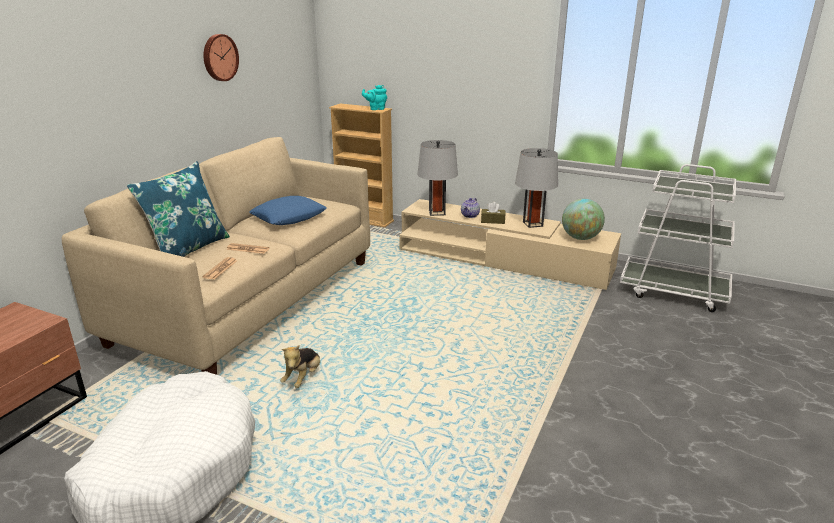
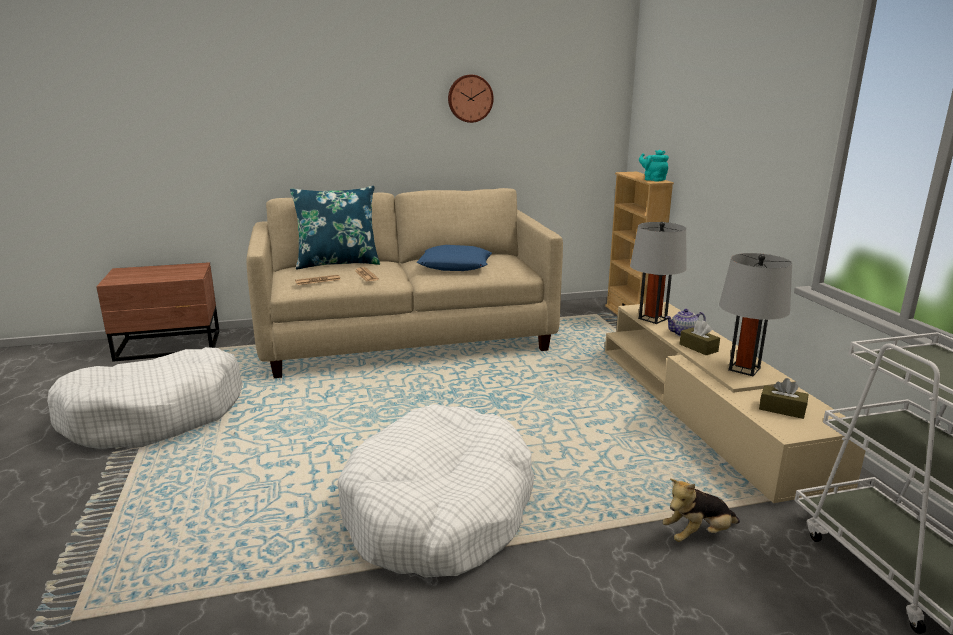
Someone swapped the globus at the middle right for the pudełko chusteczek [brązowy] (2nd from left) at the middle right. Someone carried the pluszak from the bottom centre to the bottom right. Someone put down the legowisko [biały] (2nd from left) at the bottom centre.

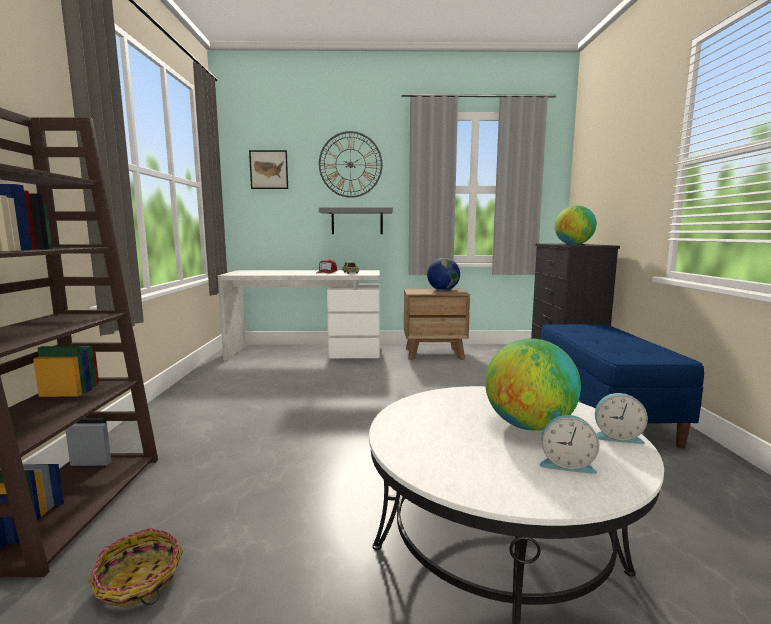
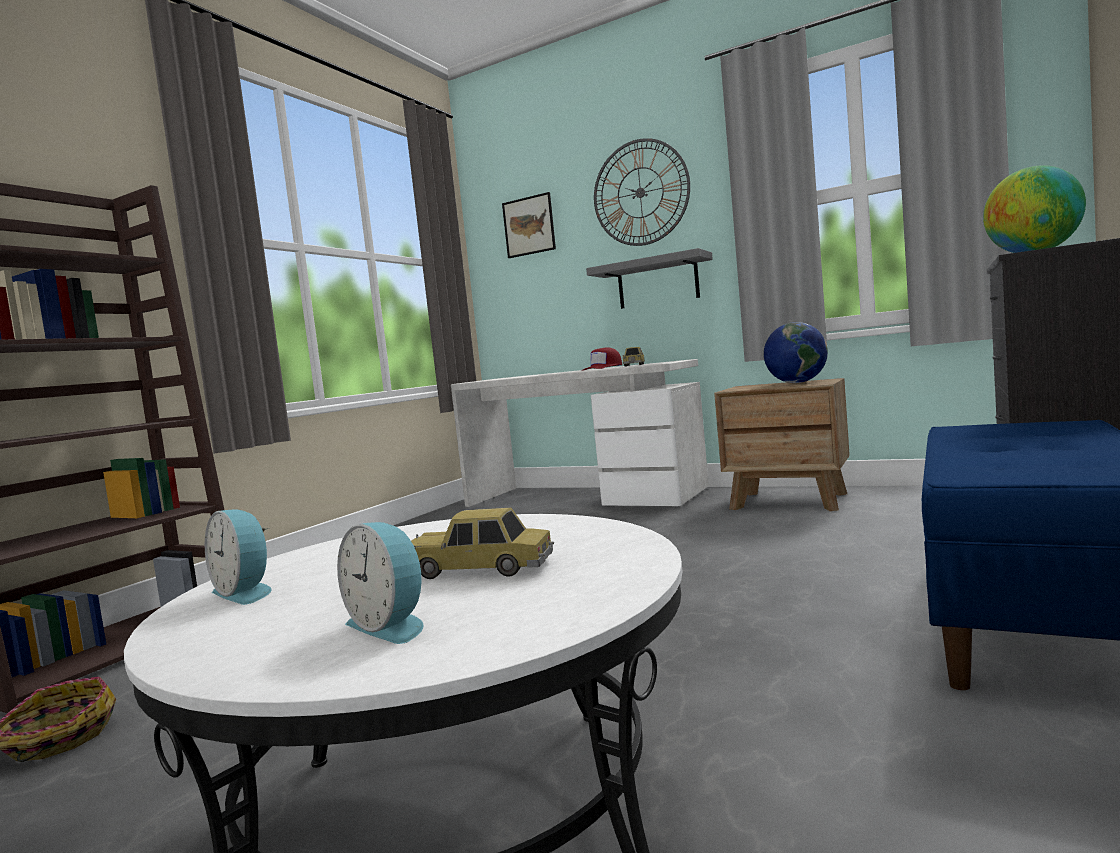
Someone swapped the globus (2nd from left) at the middle right for the samochodzik (1st from left) at the centre. Someone carried the budzik (2nd from left in the first image) from the bottom right to the middle left.

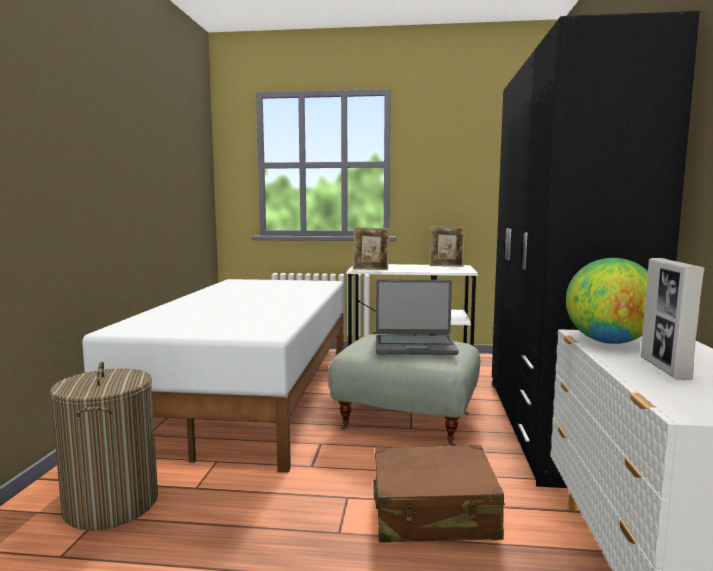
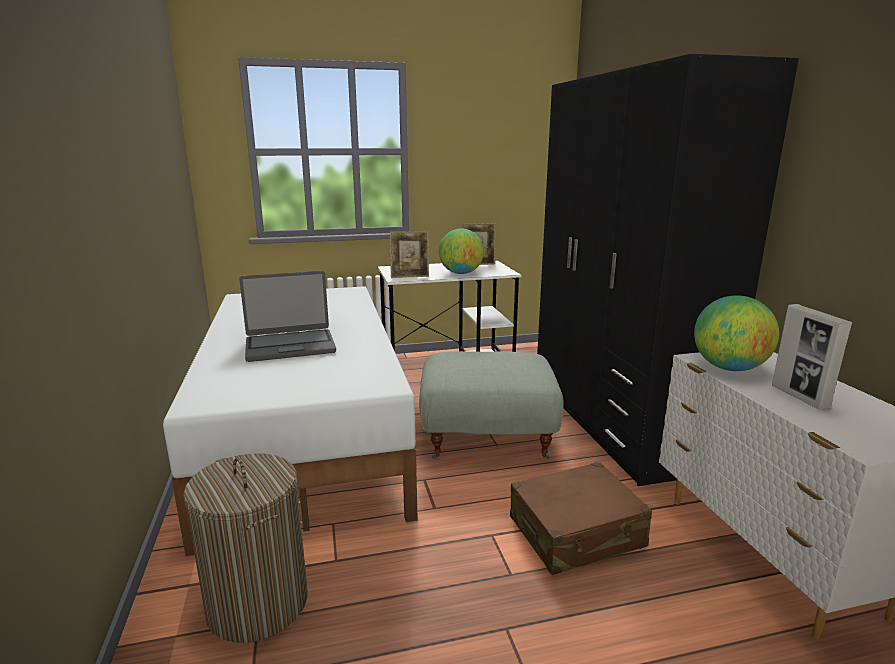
Someone carried the laptop from the centre to the middle left. Someone put down the globus (1st from left) at the centre.

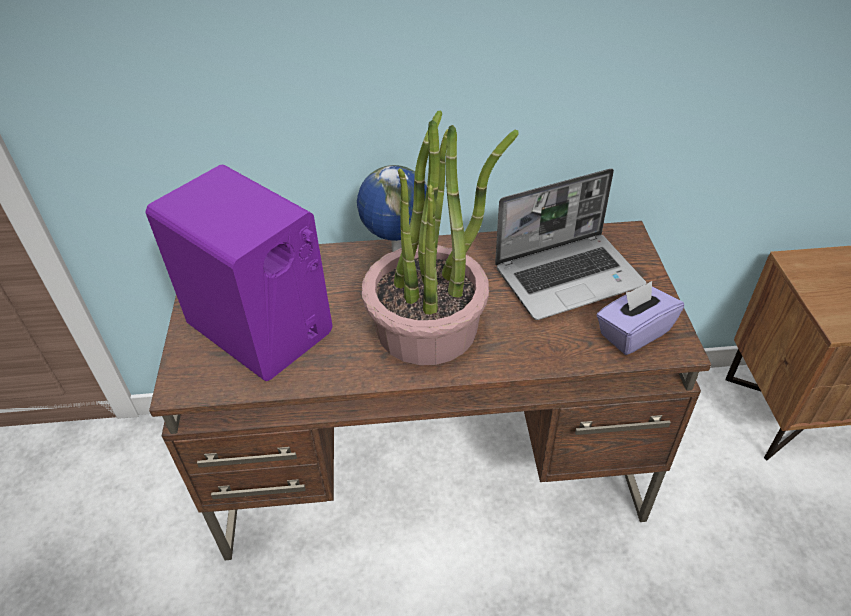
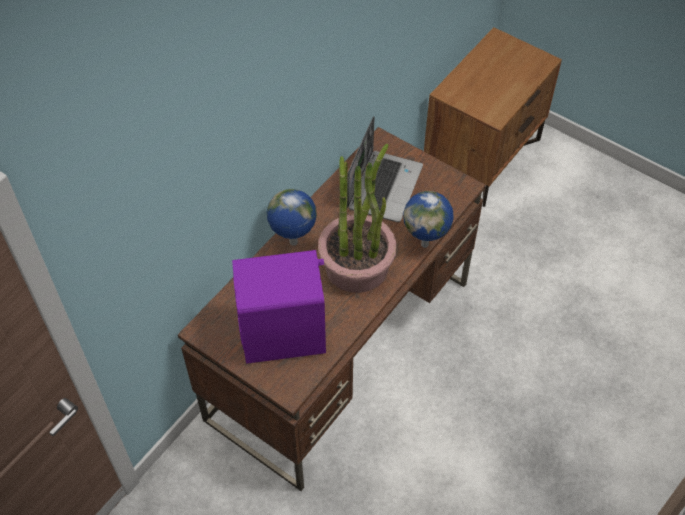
Someone took away the pudełko chusteczek [fioletowy] at the middle right. Someone put down the globus (2nd from left) at the centre.

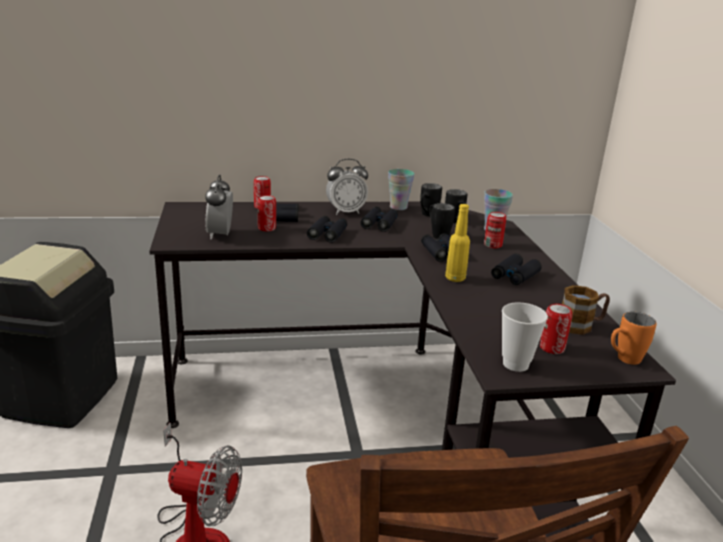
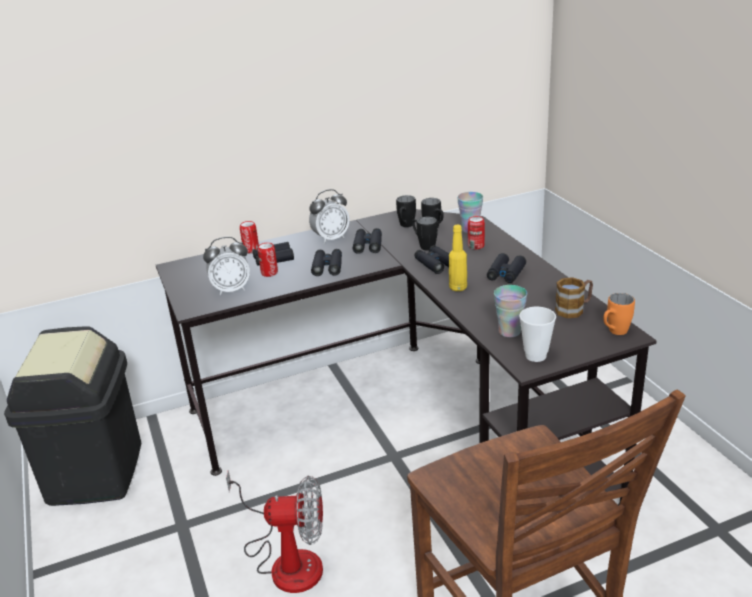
Someone carried the filiżanka (1st from left in the first image) from the centre to the middle right. Someone rotated the budzik (1st from left) at the middle left by 90 degrees counterclockwise. Someone took away the puszka (4th from left) at the middle right.

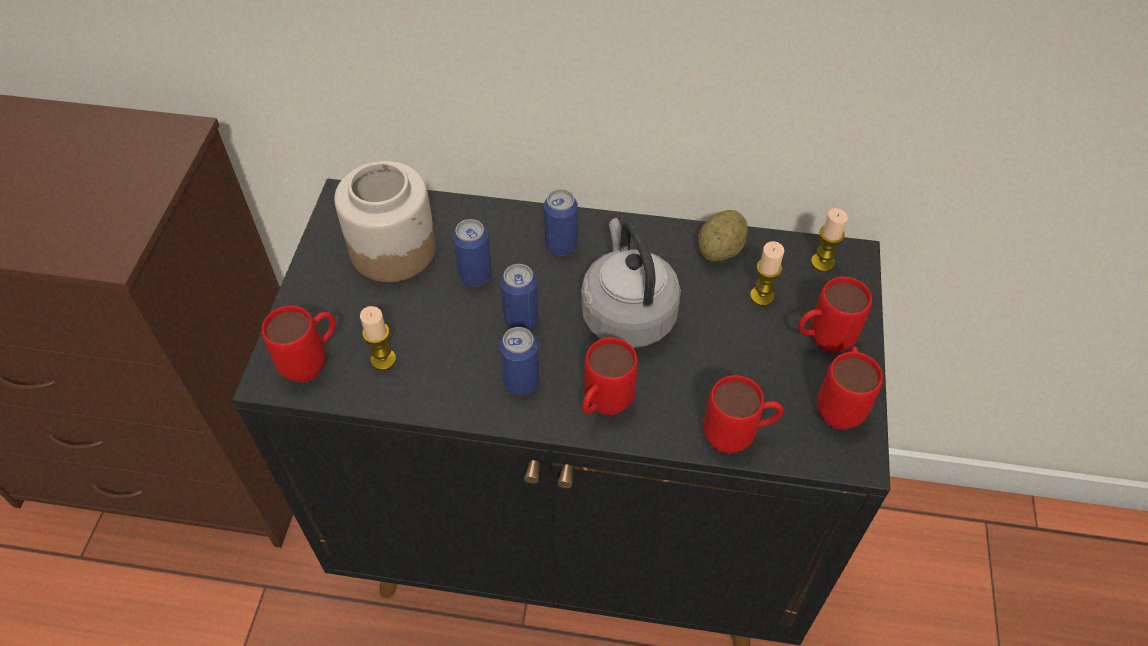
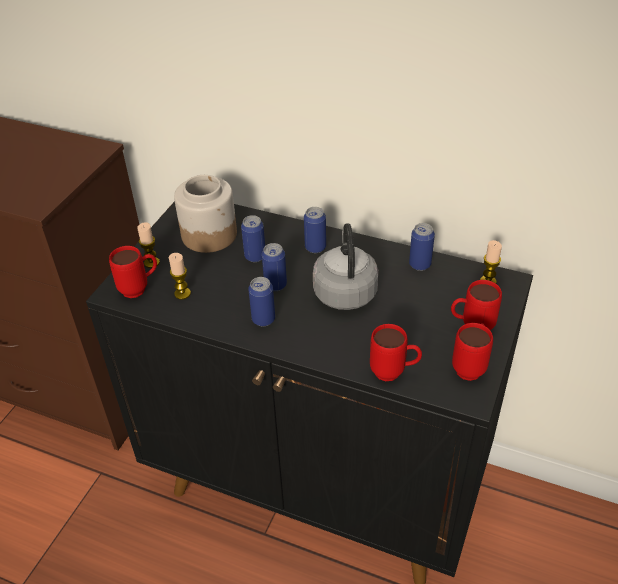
Someone swapped the ziemniak at the centre for the puszka (5th from left) at the middle right. Someone carried the świeca (2nd from left in the first image) from the middle right to the middle left. Someone took away the kubek [czerwony] (2nd from left) at the centre.

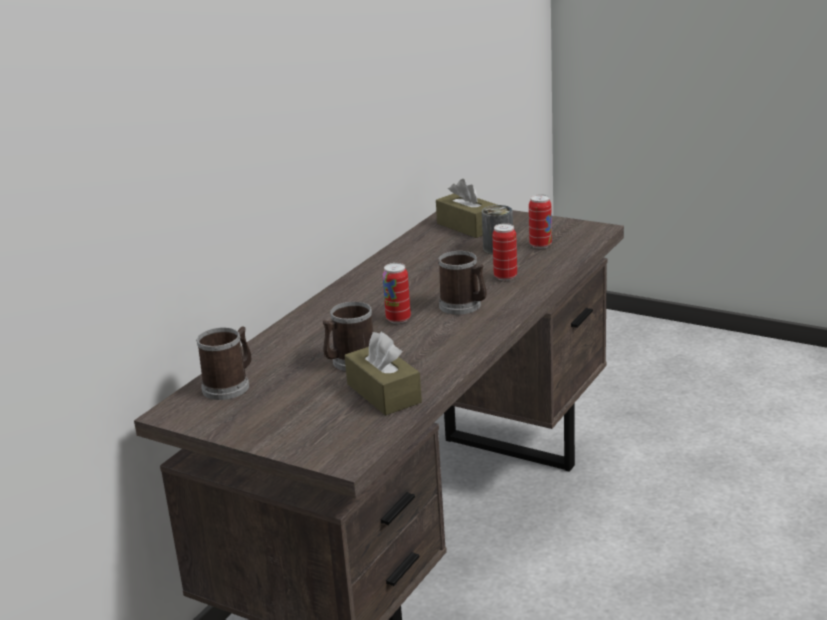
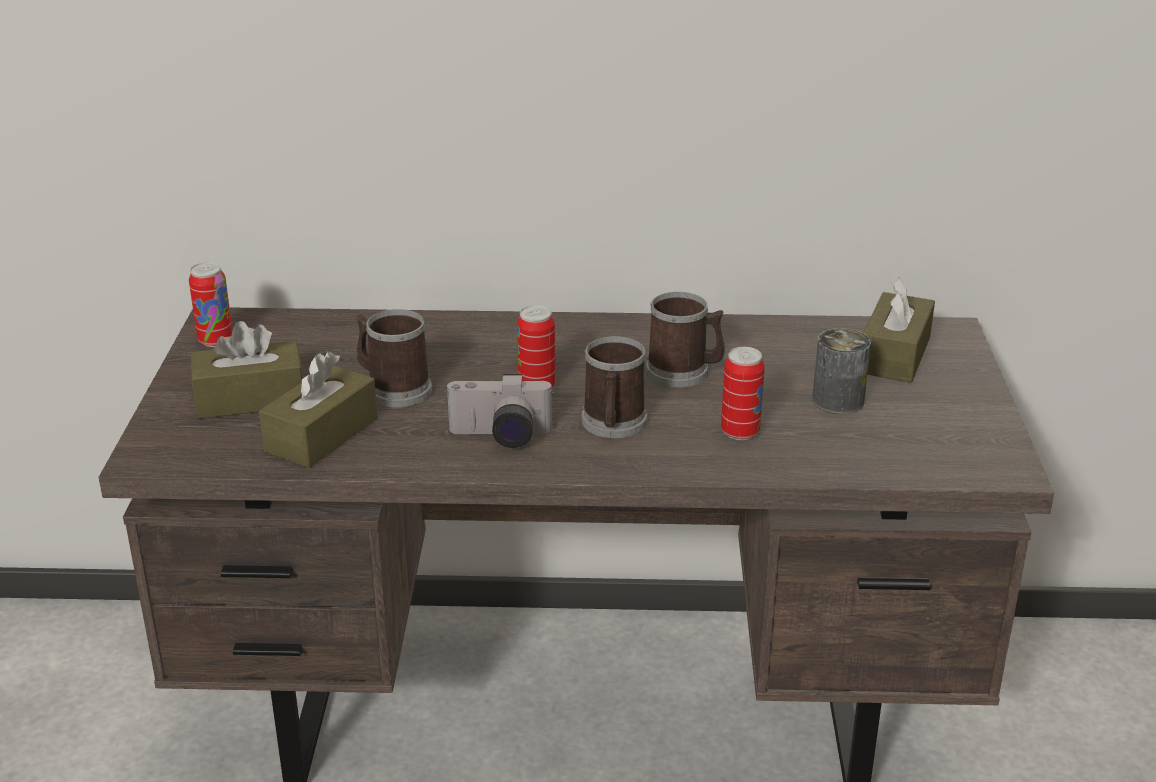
Someone carried the puszka (4th from left in the first image) from the centre to the middle left. Someone carried the kubek (1st from left in the first image) from the middle left to the centre. Someone put down the pudełko chusteczek [brązowy] (1st from left) at the middle left. Someone put down the aparat fotograficzny at the centre.

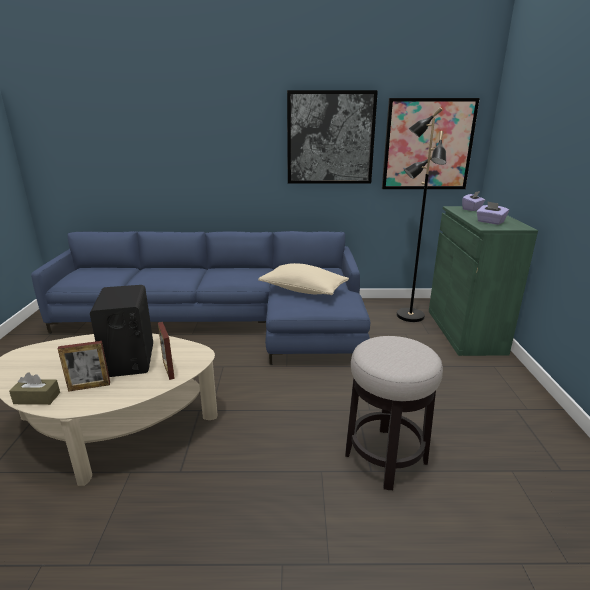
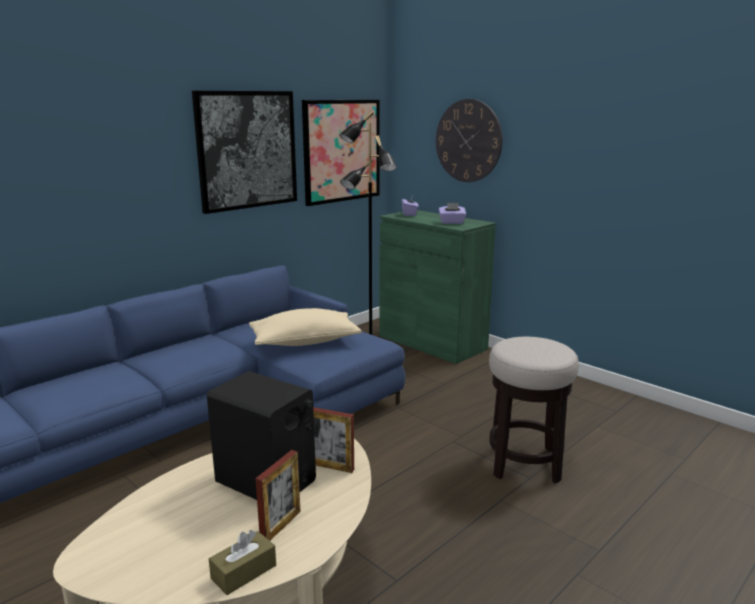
Someone put up the zegar ścienny at the top centre.

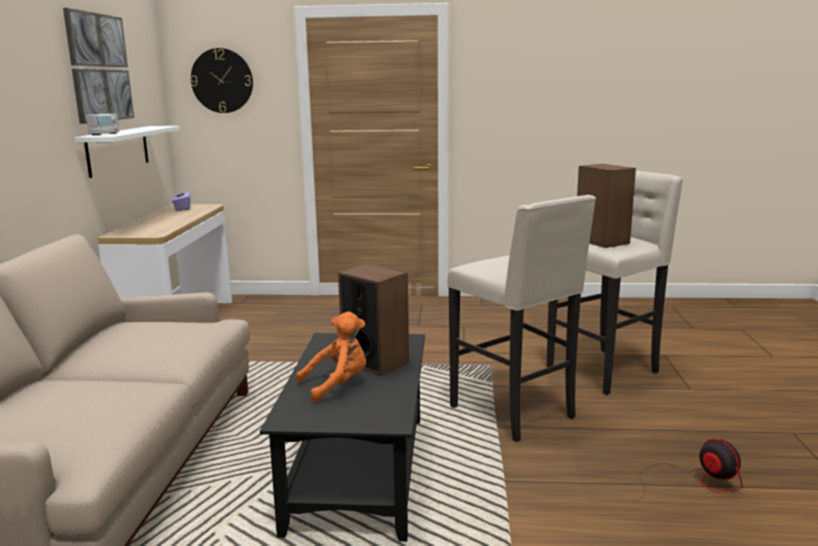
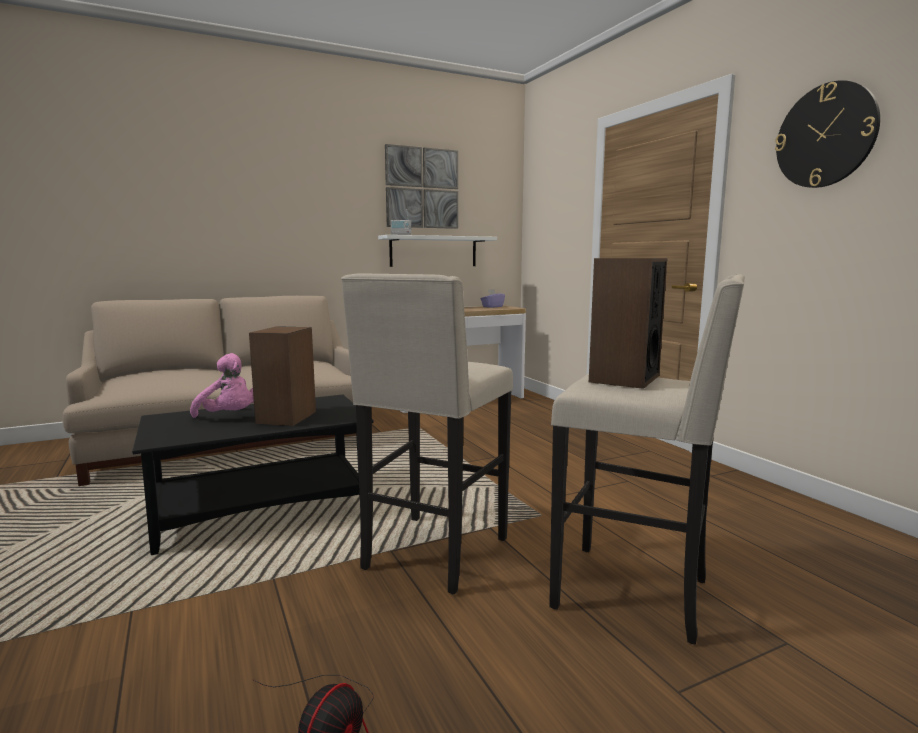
Someone carried the zegar ścienny from the top left to the top right. Someone repainted the pluszak [pomarańczowy] at the centre, which became the pluszak [różowy] at the middle left.

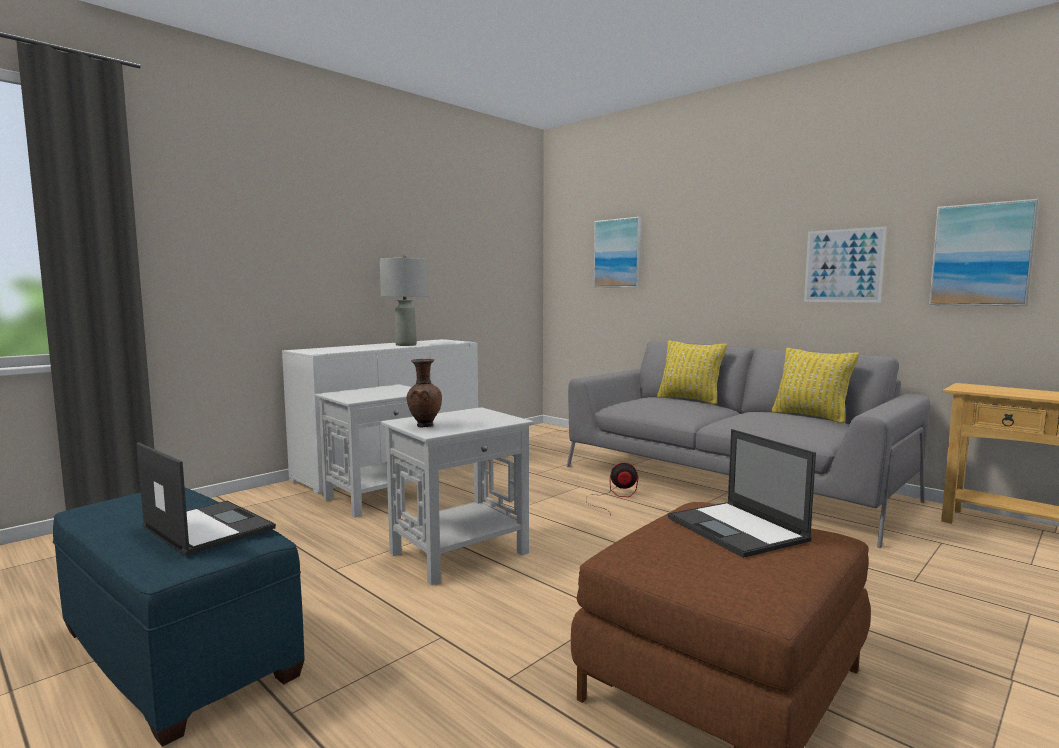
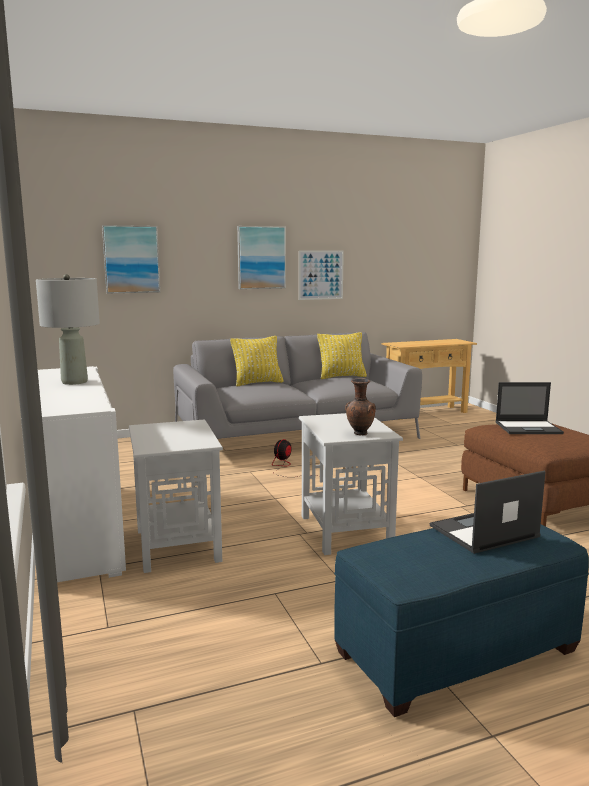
Someone carried the obraz (3rd from left in the first image) from the middle right to the top centre.

